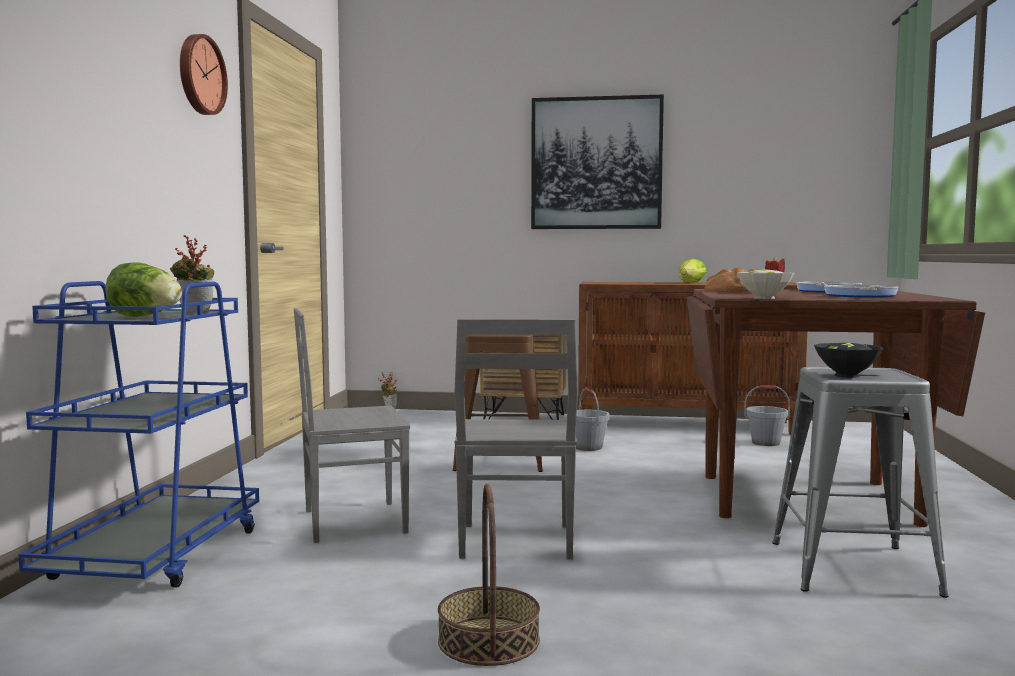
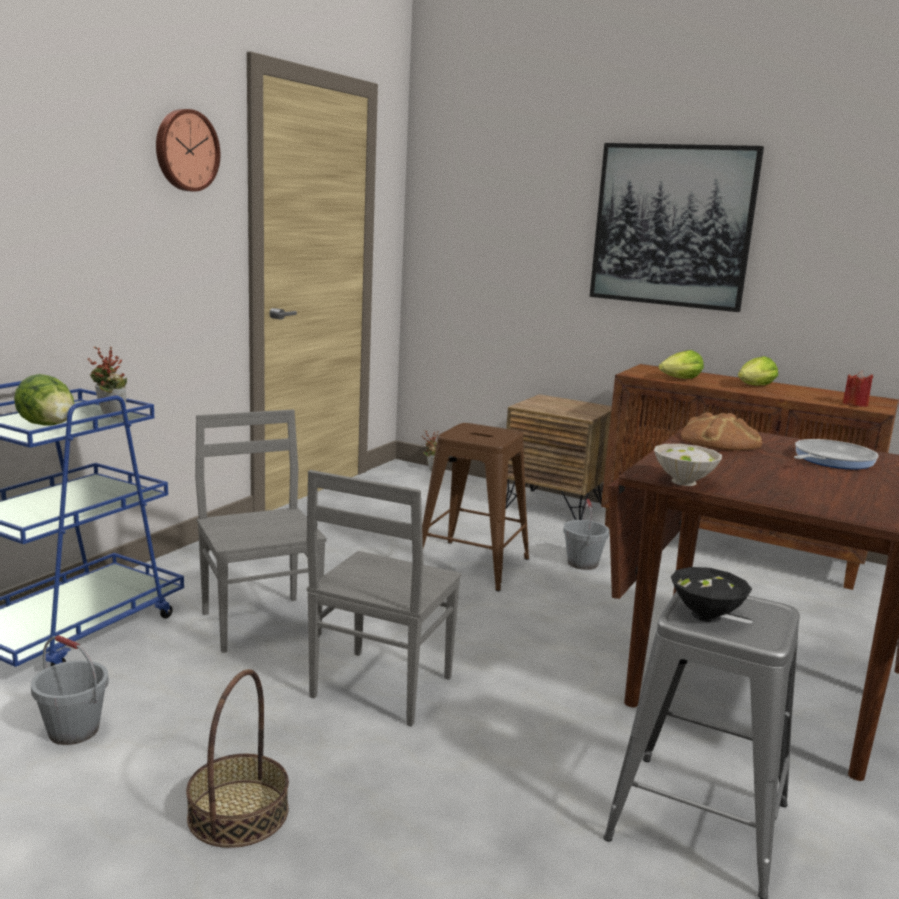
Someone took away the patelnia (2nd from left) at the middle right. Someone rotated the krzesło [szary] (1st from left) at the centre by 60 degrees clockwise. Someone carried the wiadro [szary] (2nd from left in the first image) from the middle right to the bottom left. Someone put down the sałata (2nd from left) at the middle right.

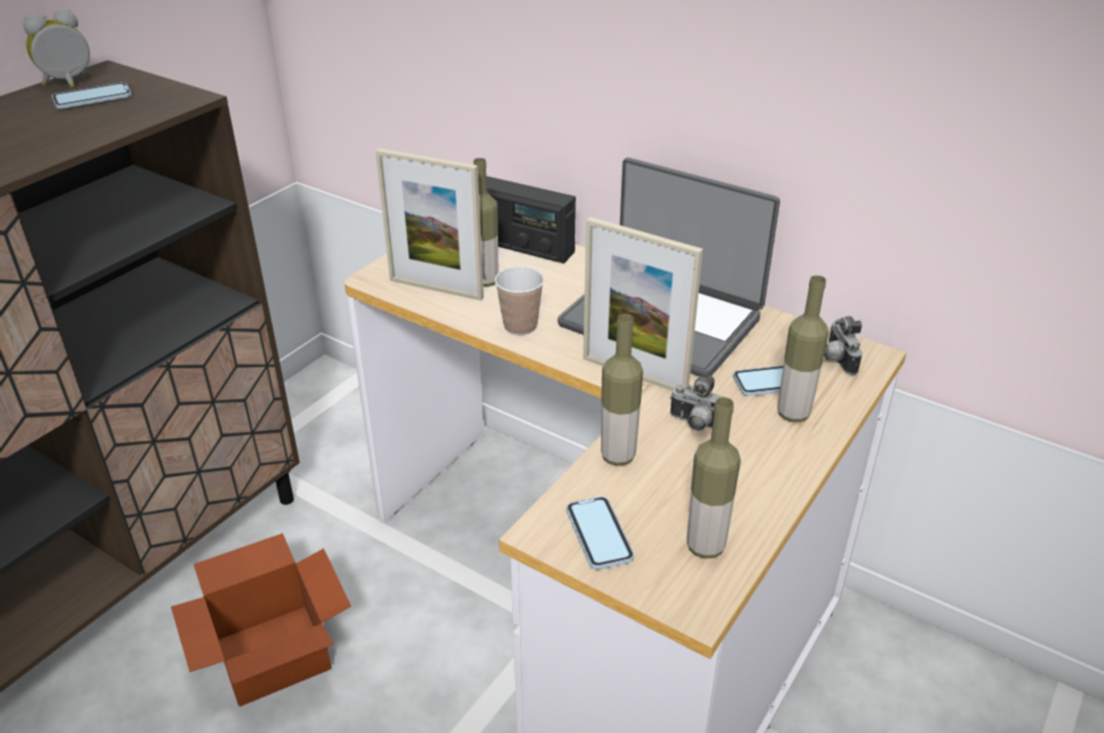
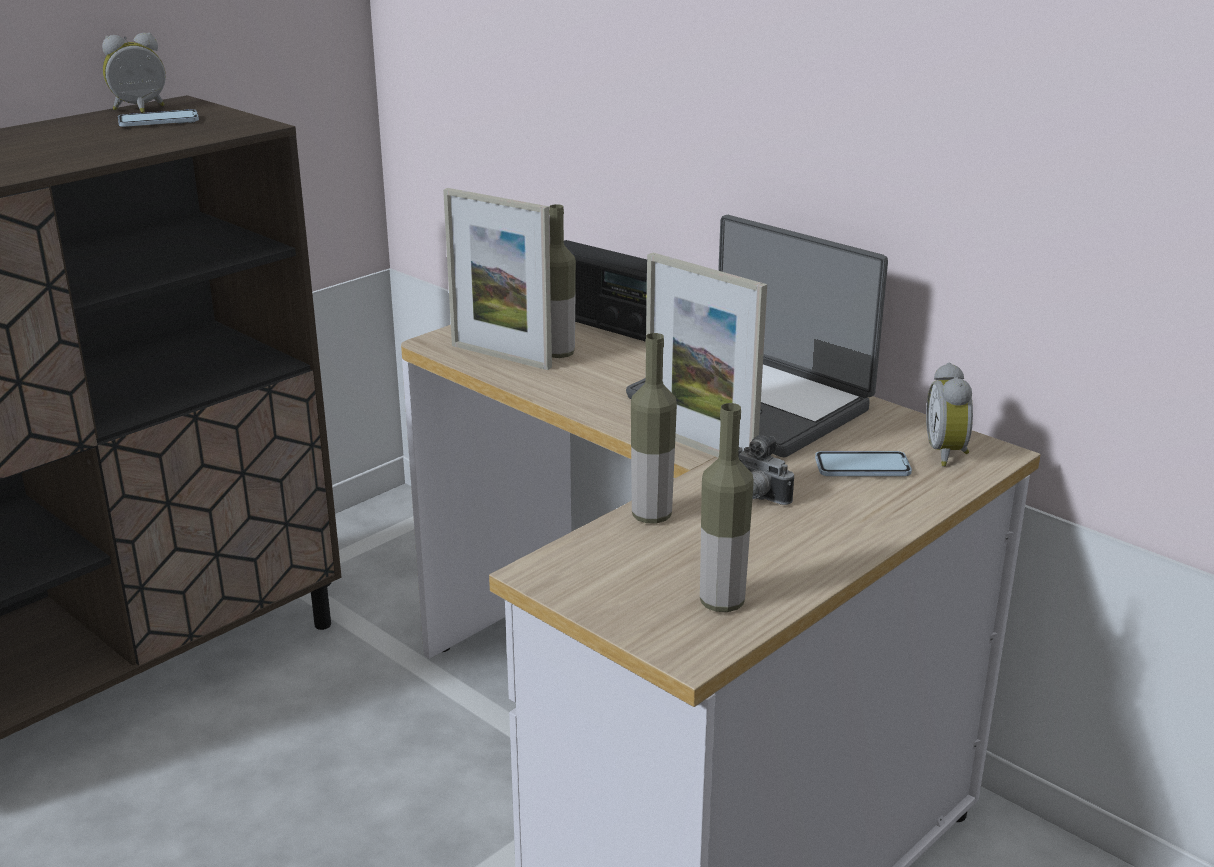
Someone took away the filiżanka at the centre. Someone took away the butelka (4th from left) at the middle right. Someone swapped the aparat fotograficzny (2nd from left) at the middle right for the budzik (2nd from left) at the middle right. Someone took away the telefon (2nd from left) at the bottom centre. Someone took away the karton at the bottom left.

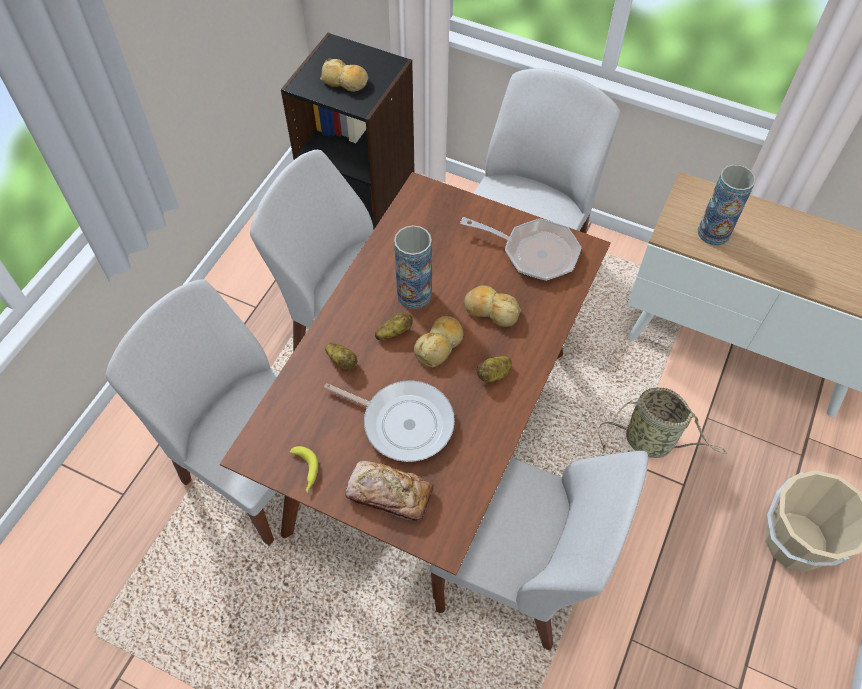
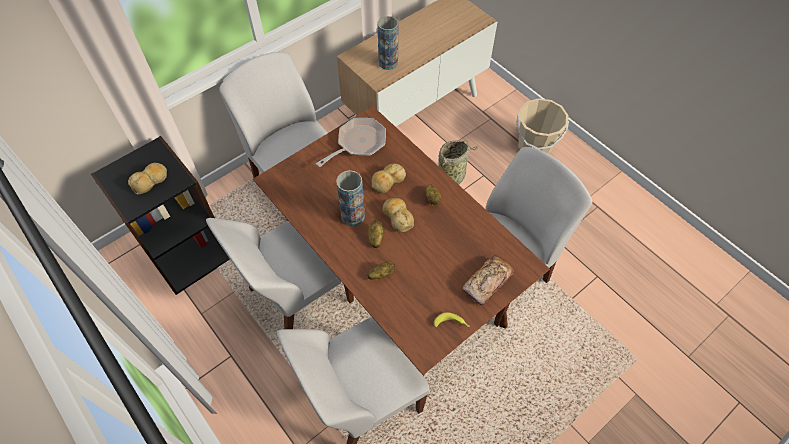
Someone took away the patelnia (1st from left) at the centre.

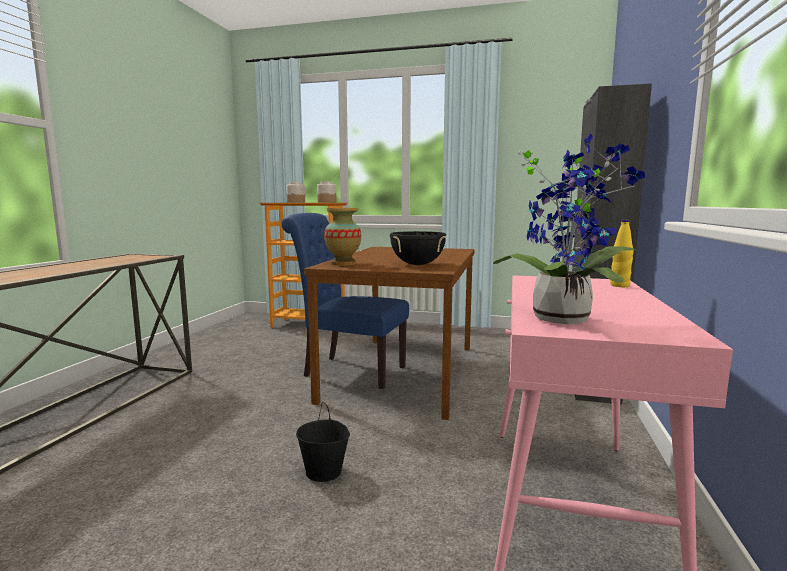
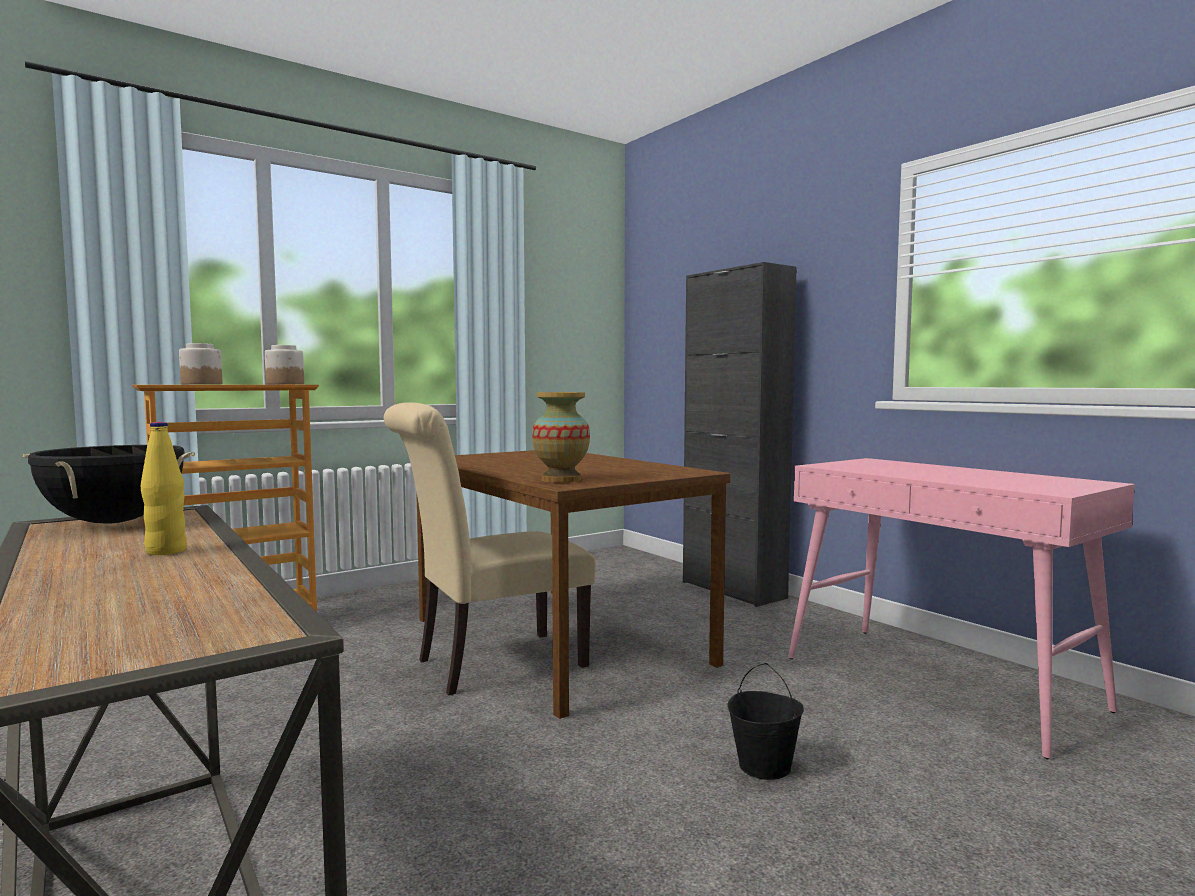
Someone took away the roślina doniczkowa at the middle right. Someone repainted the krzesło [niebieski] at the centre, which became the krzesło [beżowy] at the centre. Someone carried the butelka [żółty] from the middle right to the middle left. Someone carried the garnek [czarny] from the centre to the middle left.

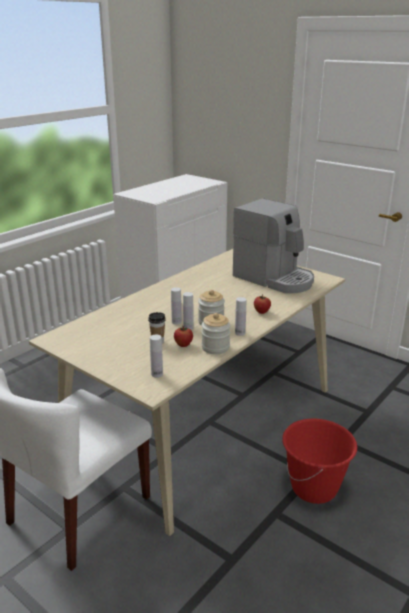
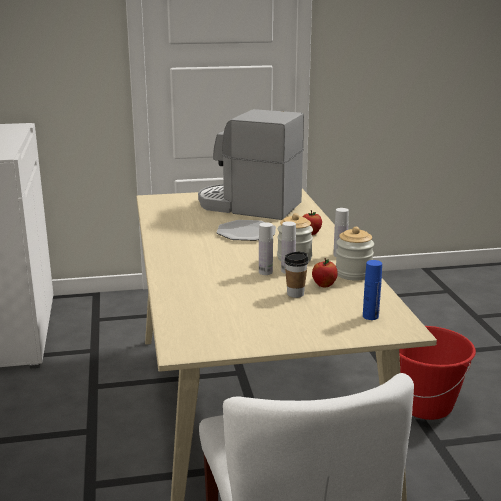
Someone rotated the ekspres do kawy at the middle right by 150 degrees counterclockwise. Someone repainted the butelka [biały] (1st from left) at the centre, which became the butelka [niebieski] at the middle right. Someone put down the talerz at the centre.

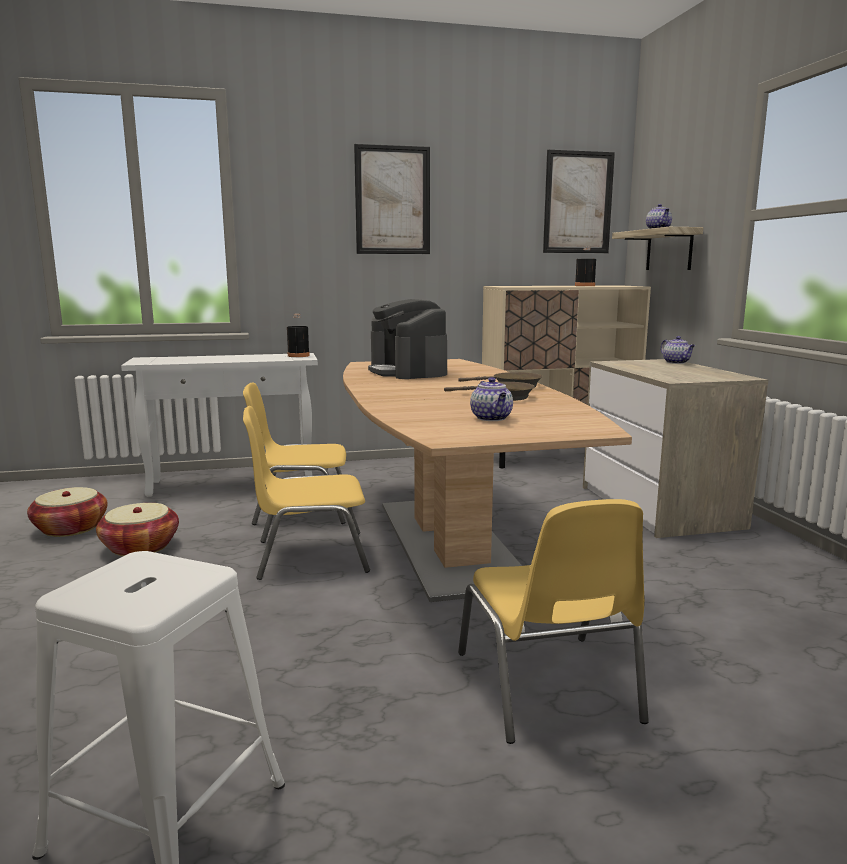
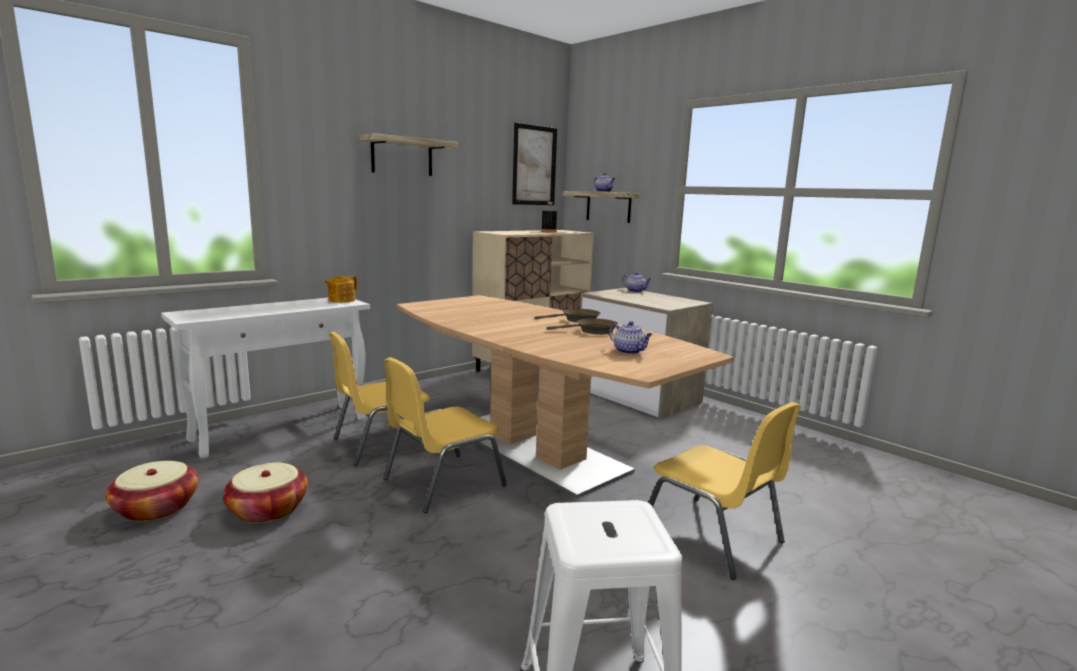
Someone swapped the obraz (1st from left) at the top centre for the półka (1st from left) at the top centre. Someone took away the ekspres do kawy at the centre. Someone swapped the butelka [czarny] (1st from left) at the centre for the imbryk (1st from left) at the middle left.

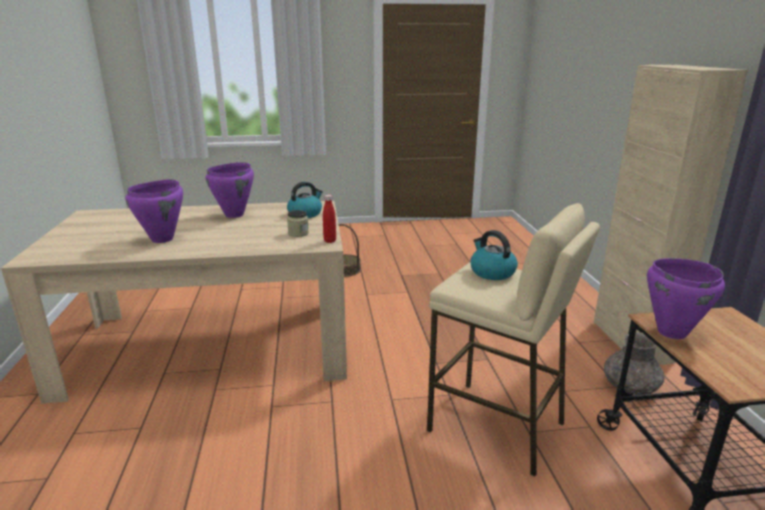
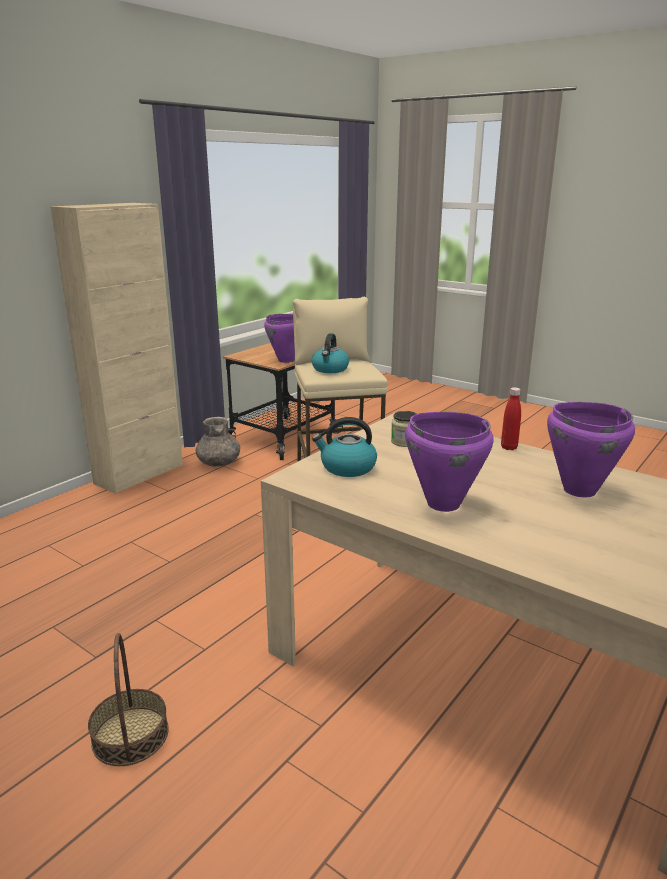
Someone carried the butelka [czerwony] from the centre to the middle right.

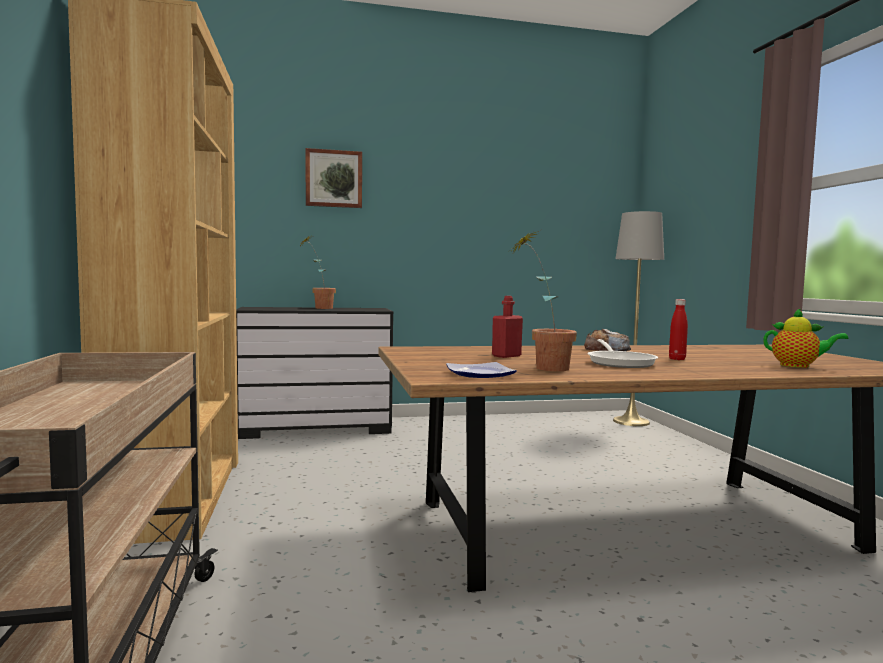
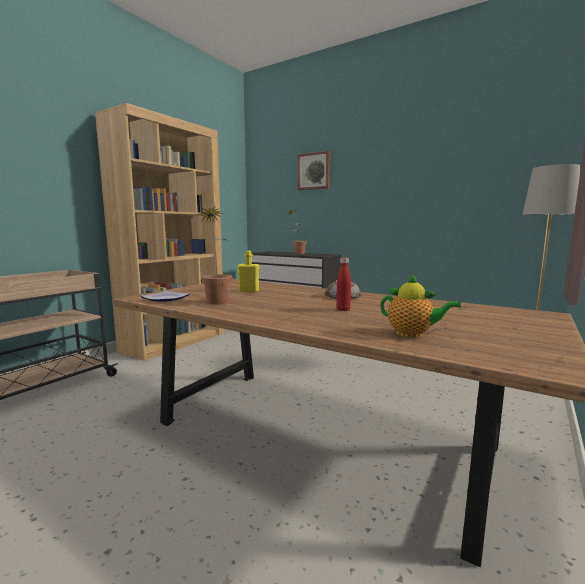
Someone repainted the butelka [czerwony] (1st from left) at the centre, which became the butelka [żółty] at the centre. Someone rotated the imbryk at the middle right by 45 degrees counterclockwise. Someone took away the patelnia at the middle right.

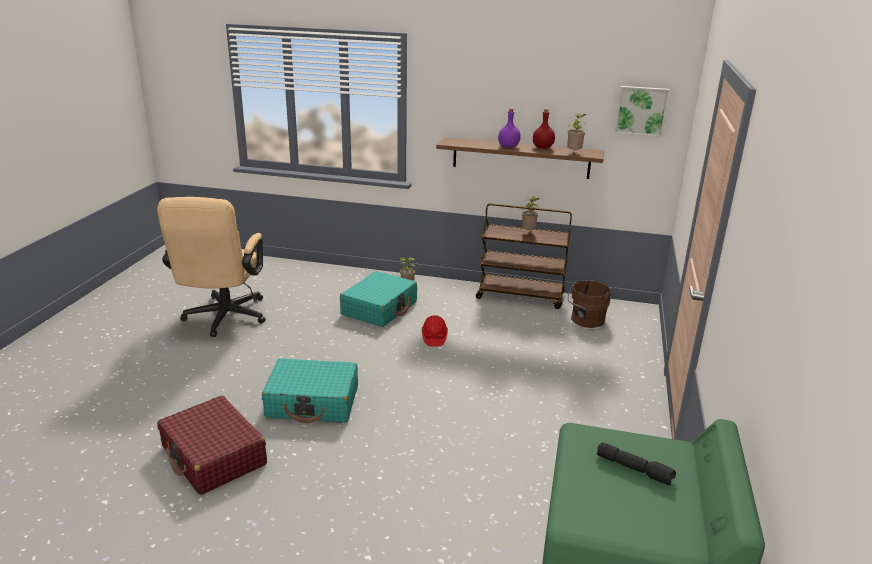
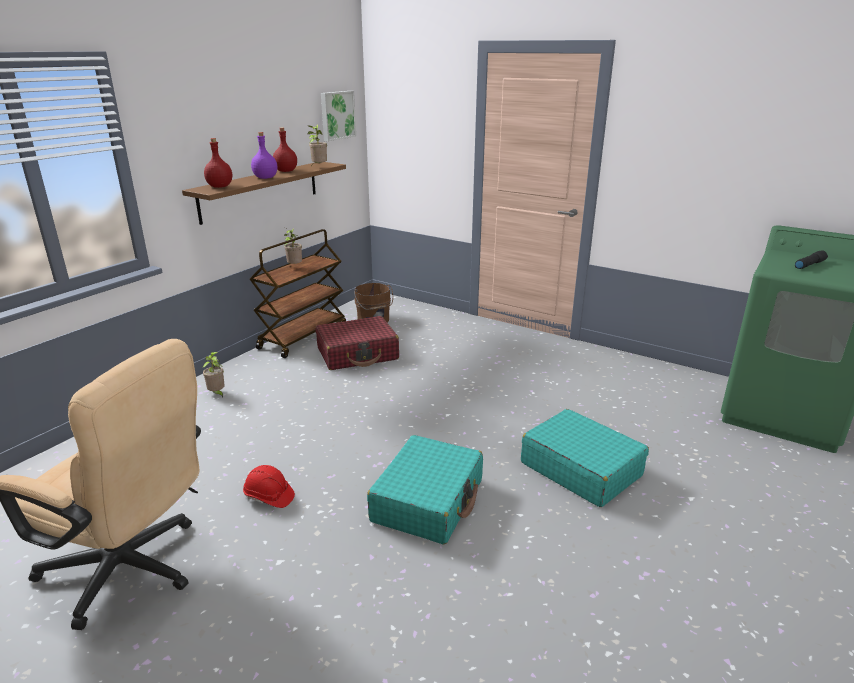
Someone carried the walizka [turkusowy] (2nd from left) from the centre to the bottom right. Someone carried the kask [czerwony] from the centre to the bottom left. Someone carried the walizka [czerwony] from the bottom left to the centre. Someone put down the butelka [czerwony] (1st from left) at the top left.

